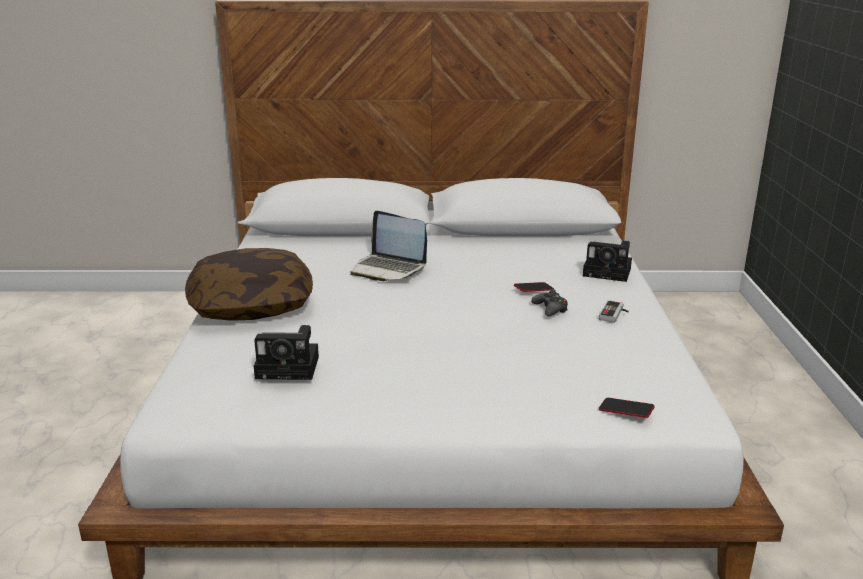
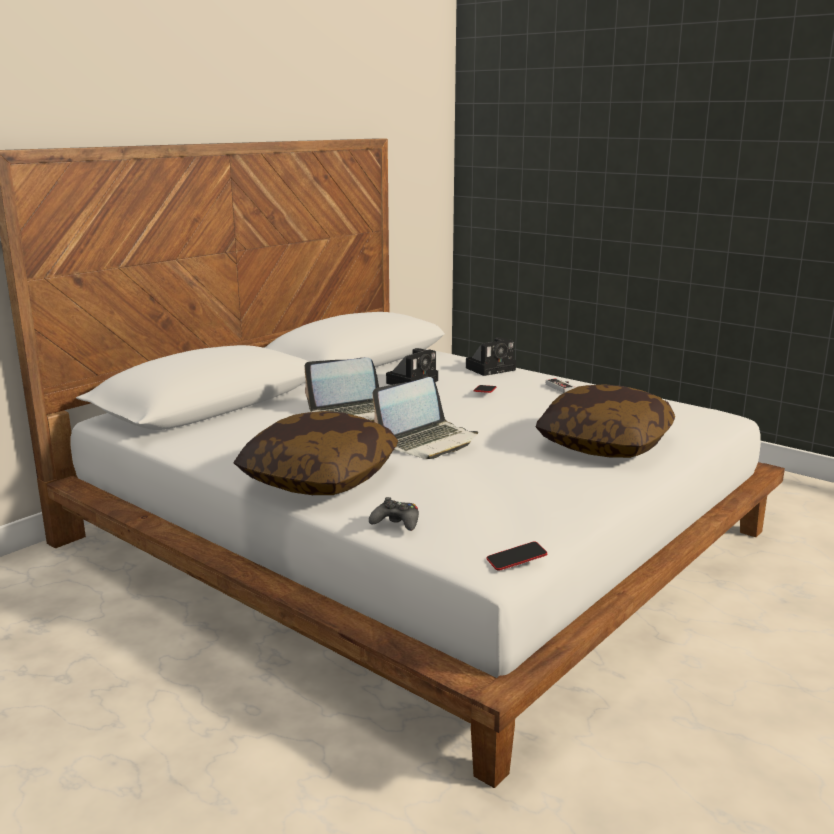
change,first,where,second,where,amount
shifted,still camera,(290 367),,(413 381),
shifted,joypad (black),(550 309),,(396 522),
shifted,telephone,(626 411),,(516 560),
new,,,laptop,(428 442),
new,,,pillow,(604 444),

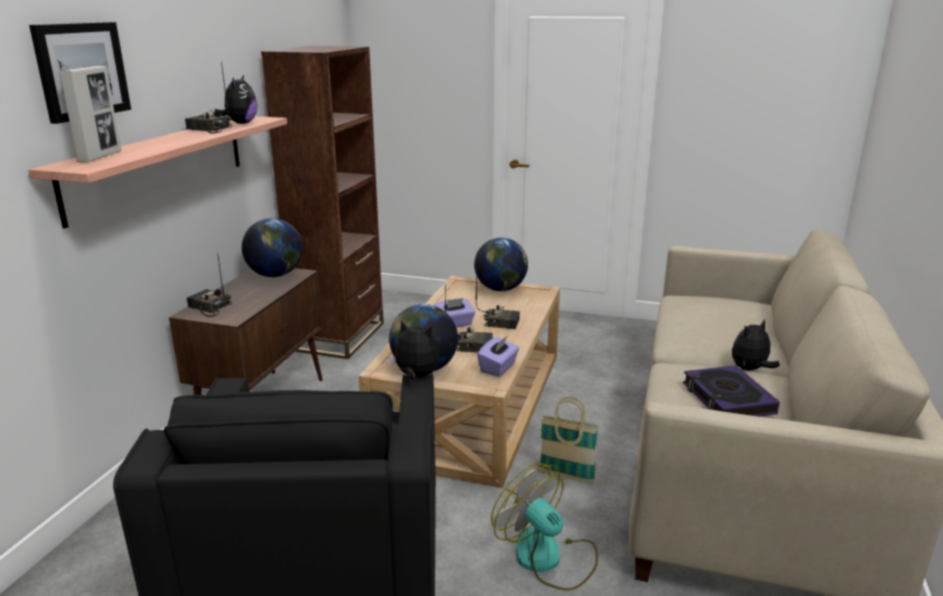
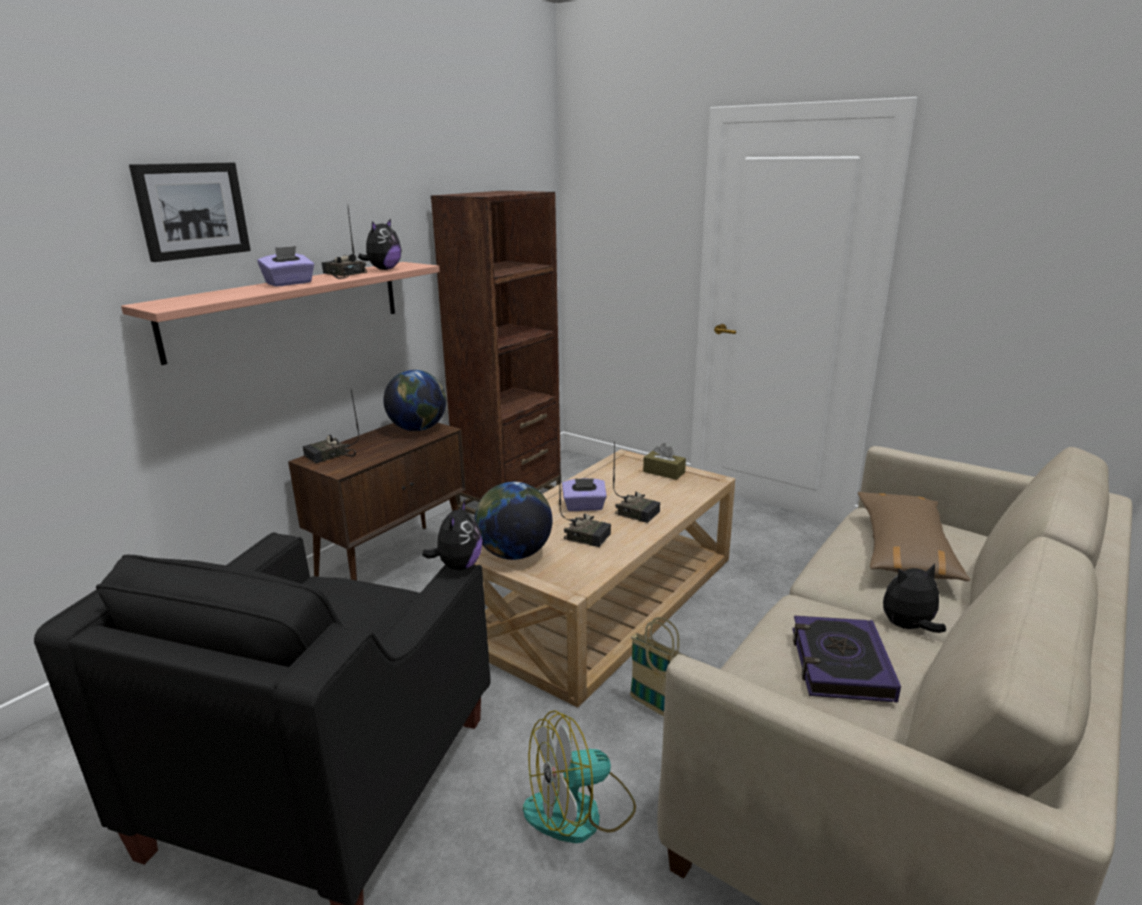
change,first,where,second,where,amount
gone,standing frame,(100 156),,,
rotated,radio set,(209 308),,(330 456),90 degrees counterclockwise
rotated,cuddly toy,(416 377),,(458 566),60 degrees clockwise
swapped,desk globe,(501 289),box of tissues (brown),(664 472),
shifted,box of tissues (purple),(498 368),,(289 283),
rotated,cooling fan,(548 558),,(580 811),90 degrees counterclockwise
new,,,pillow (brown),(904 549),

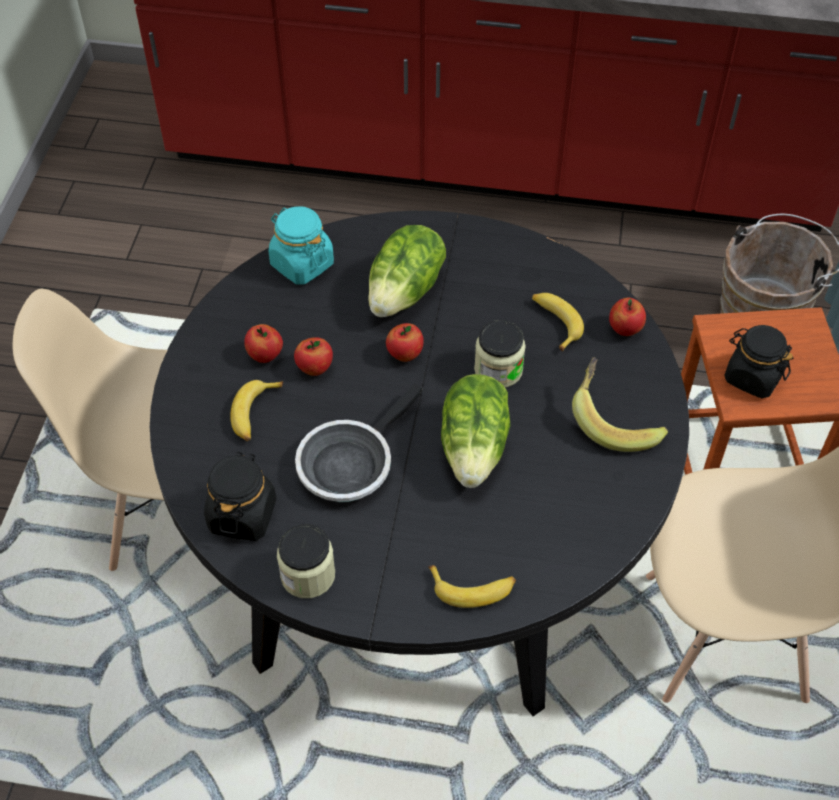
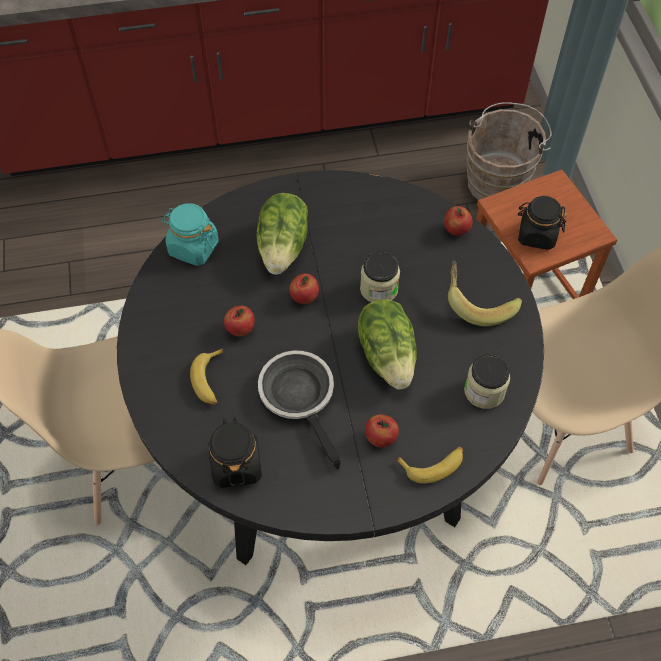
change,first,where,second,where,amount
shifted,apple fruit,(265 355),,(380 438),
shifted,jar,(308 575),,(484 391),
rotated,frying pan,(349 463),,(300 397),135 degrees clockwise
gone,banana fruit,(555 323),,,

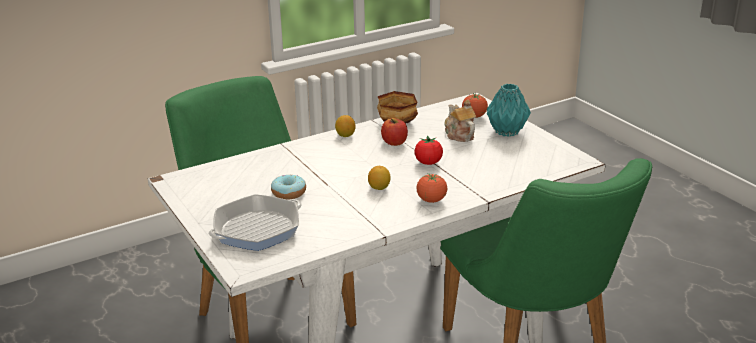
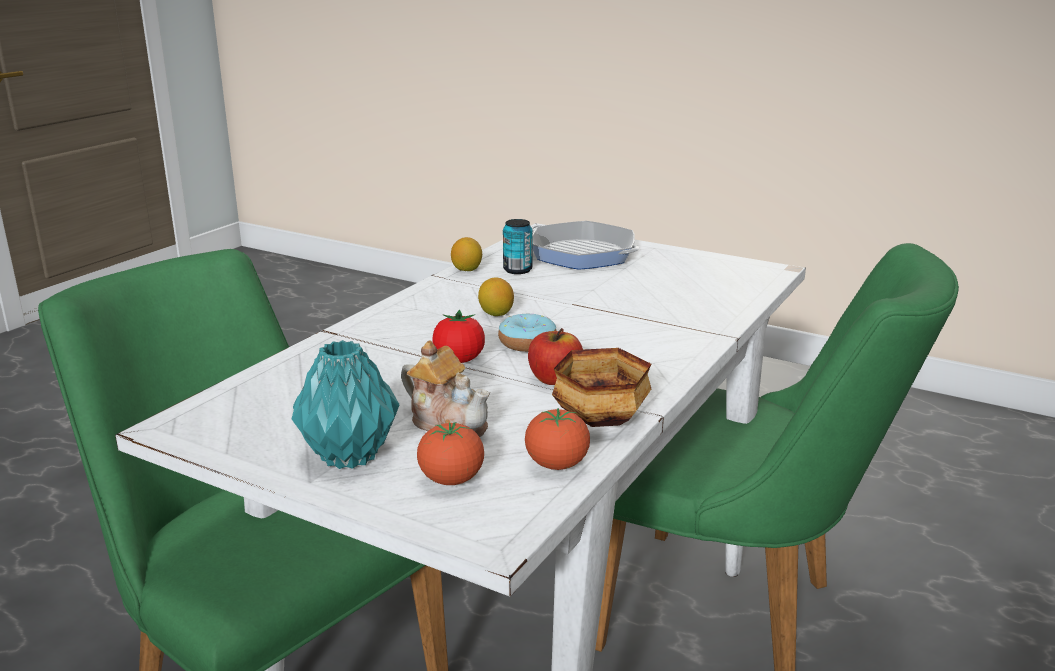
change,first,where,second,where,amount
rotated,frying pan,(257 229),,(582 254),75 degrees counterclockwise
shifted,doughnut,(289 193),,(527 343),
shifted,whole lemon,(345 135),,(467 270),
shifted,whole tomato,(431 200),,(557 465),
new,,,metal can,(517 270),

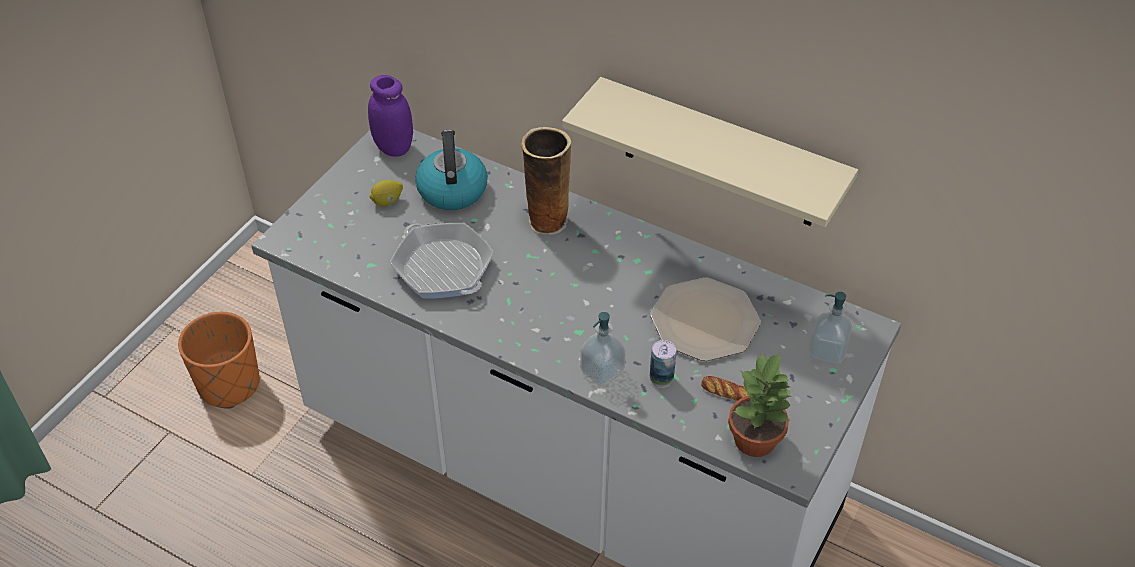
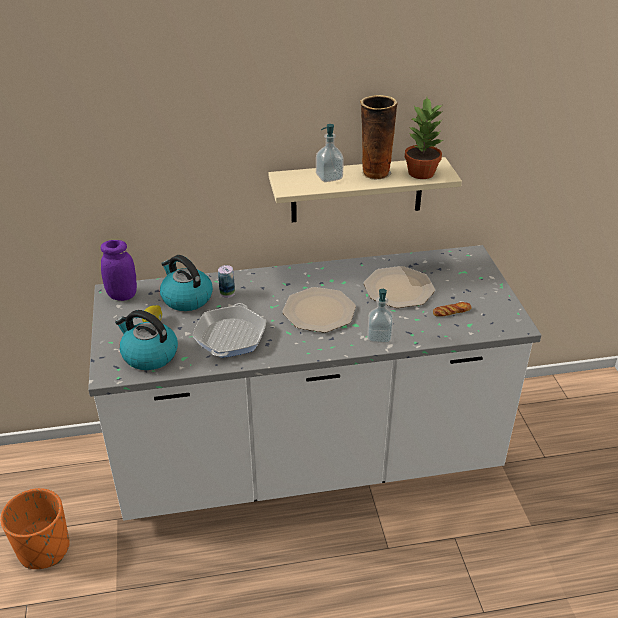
change,first,where,second,where,amount
rotated,frying pan,(443 268),,(230 337),90 degrees counterclockwise
shifted,flower vase,(546 220),,(374 173),
shifted,metal can,(661 378),,(227 293),
shifted,houseplant,(756 440),,(422 172),
shifted,soap bottle,(827 351),,(329 177),
new,,,tea kettle,(149 355),
new,,,plate,(320 311),

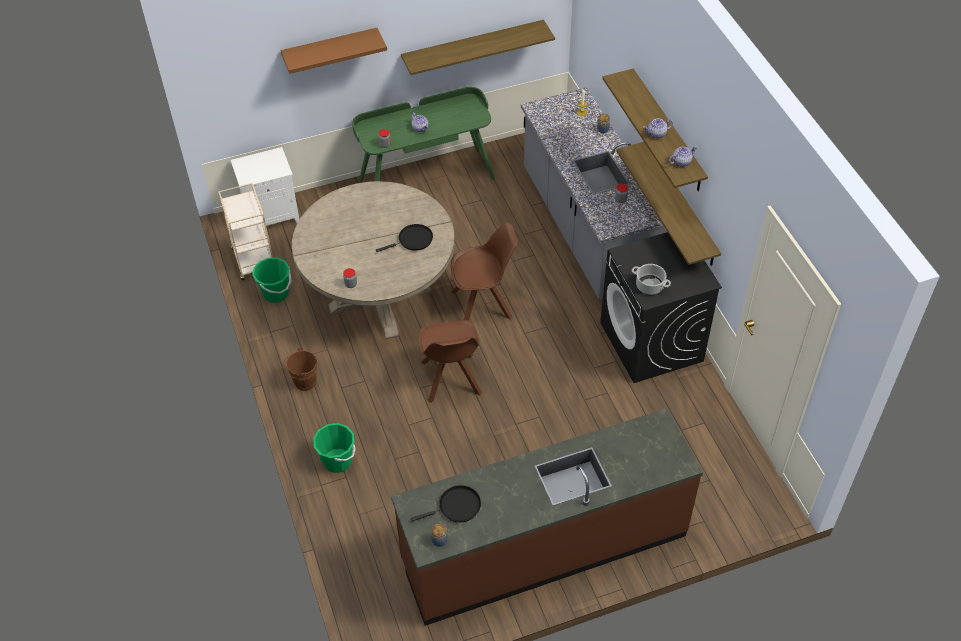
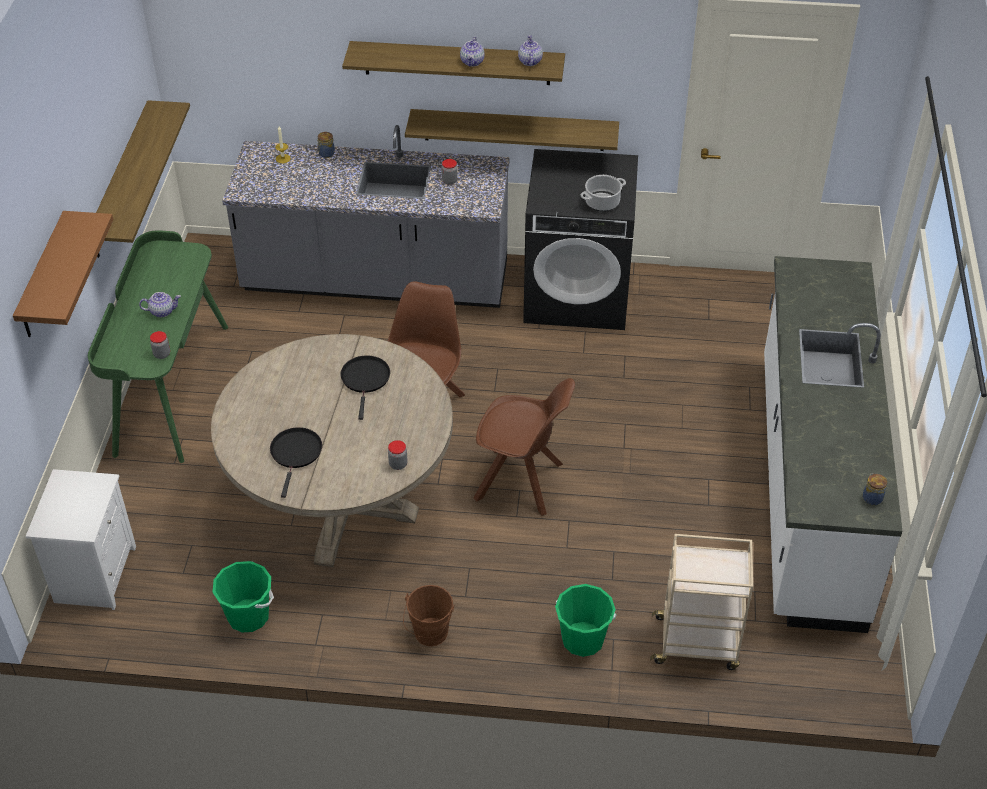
change,first,where,second,where,amount
shifted,wheeled cart (beige-coloured),(254 261),,(697 643),
repainted,counter (brown),(544 548),counter (whitish),(807 487),
shifted,frying pan (black),(457 507),,(296 454),

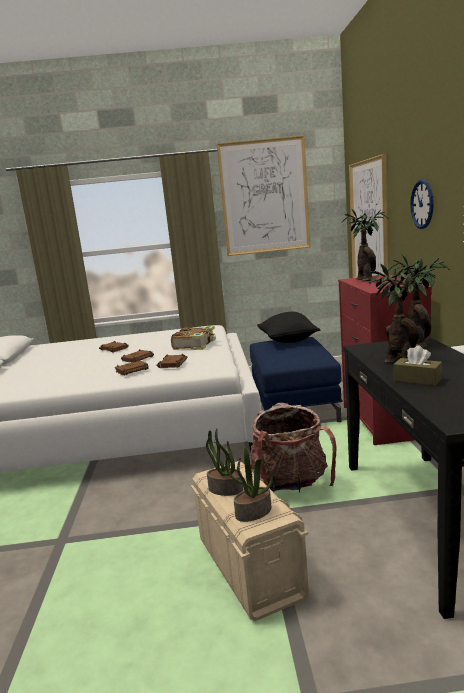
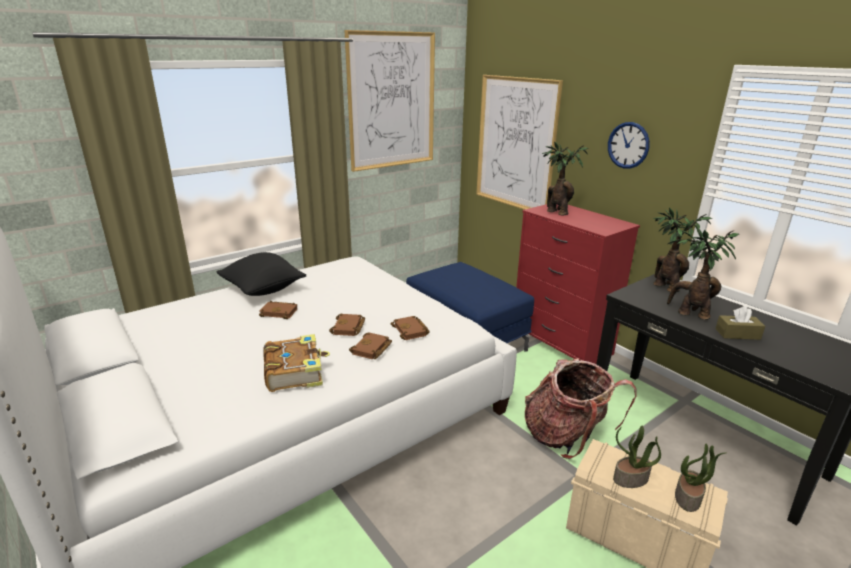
change,first,where,second,where,amount
shifted,book,(195 345),,(295 371),
shifted,pillow (black),(288 341),,(263 290),

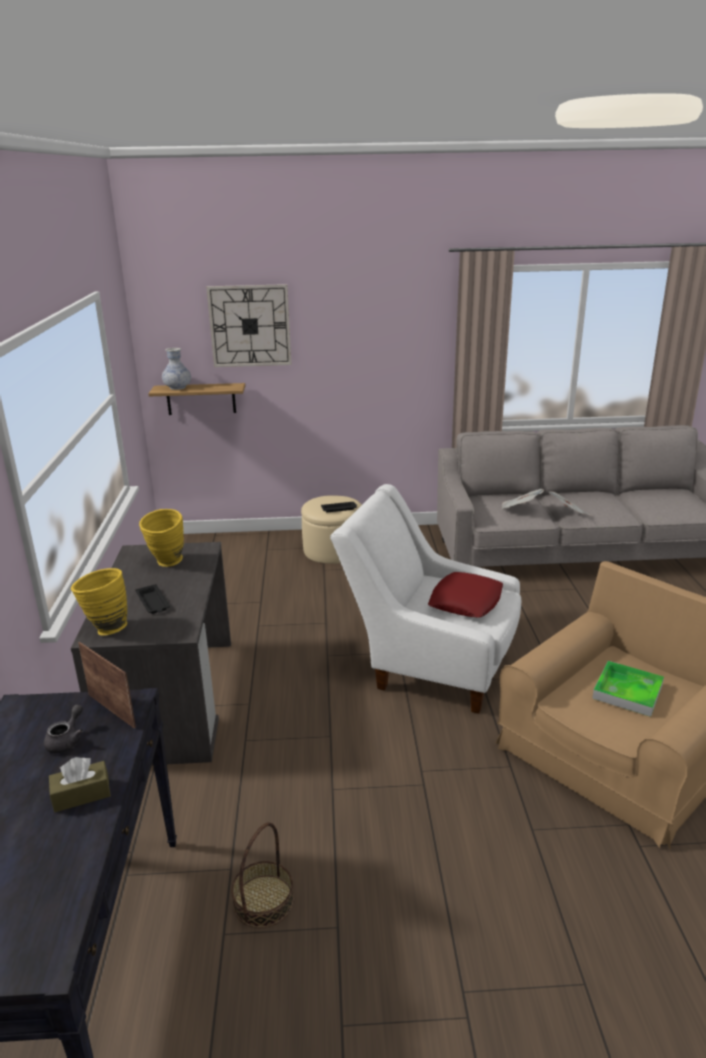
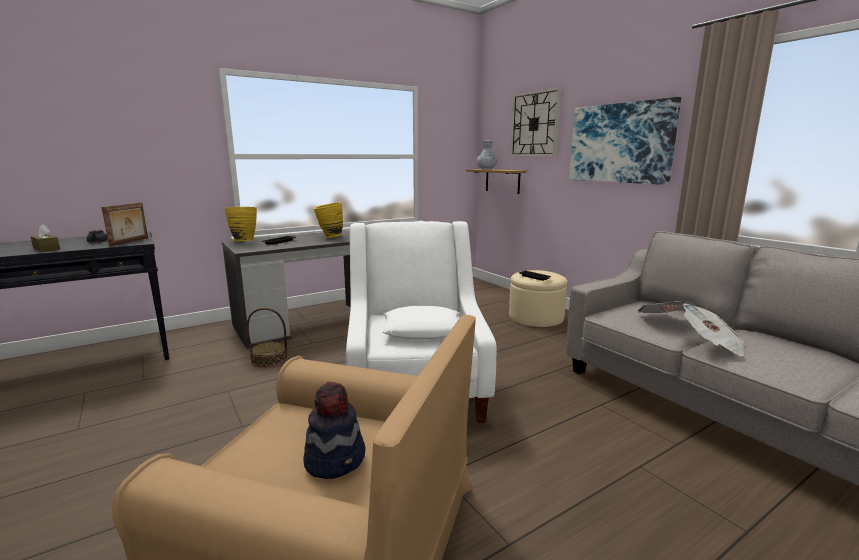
change,first,where,second,where,amount
shifted,basket,(263 900),,(269 359),
repainted,pillow (red-coloured),(465 601),pillow (whitish),(422 330),
swapped,tray,(627 692),wearable hat,(336 459),
new,,,wall picture,(620 143),

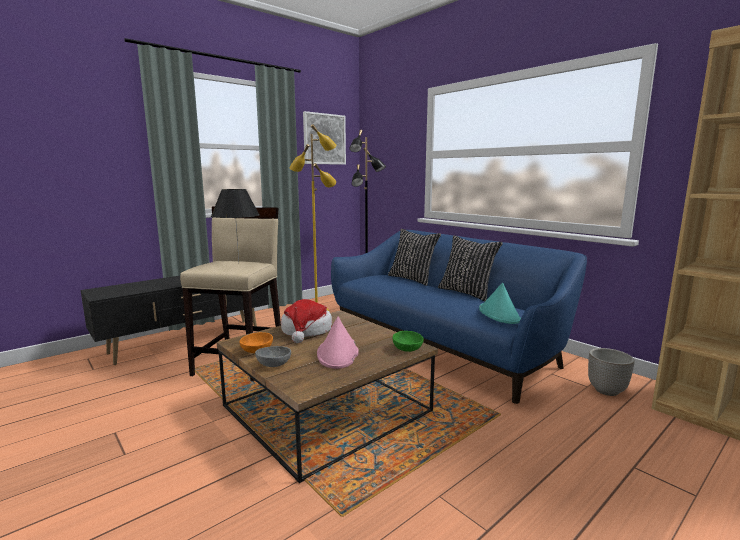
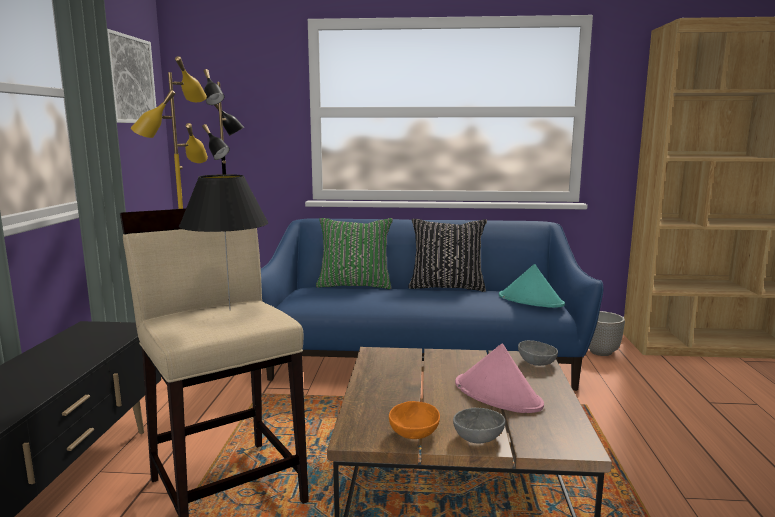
change,first,where,second,where,amount
gone,wearable hat,(306 331),,,
repainted,pillow (black),(412 279),pillow (green),(355 285),
repainted,serving bowl (green),(408 349),serving bowl (greyish),(537 363),

